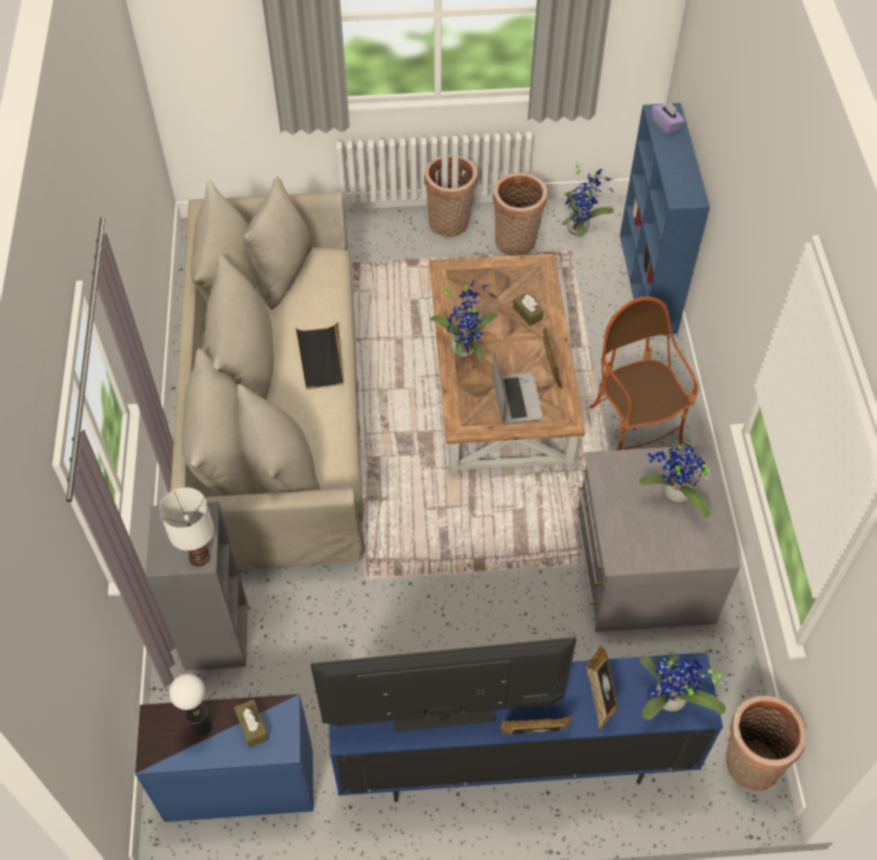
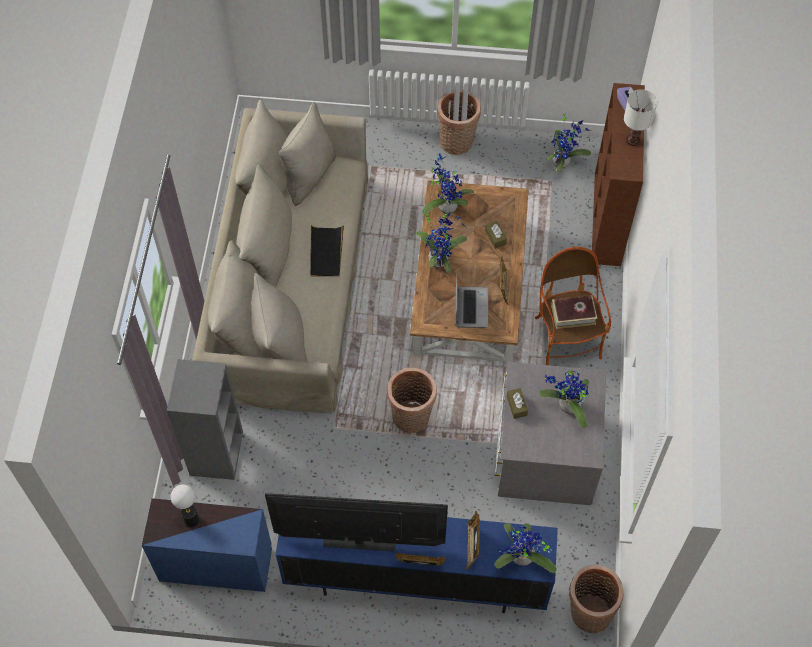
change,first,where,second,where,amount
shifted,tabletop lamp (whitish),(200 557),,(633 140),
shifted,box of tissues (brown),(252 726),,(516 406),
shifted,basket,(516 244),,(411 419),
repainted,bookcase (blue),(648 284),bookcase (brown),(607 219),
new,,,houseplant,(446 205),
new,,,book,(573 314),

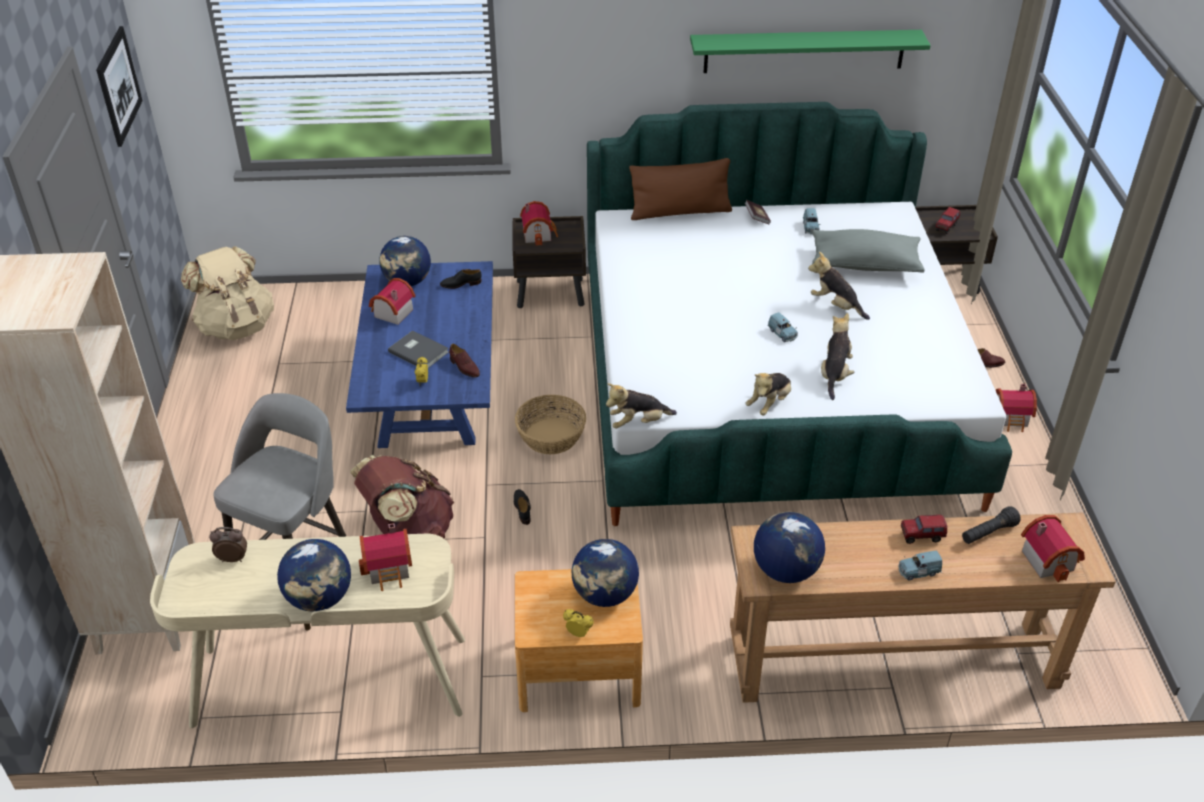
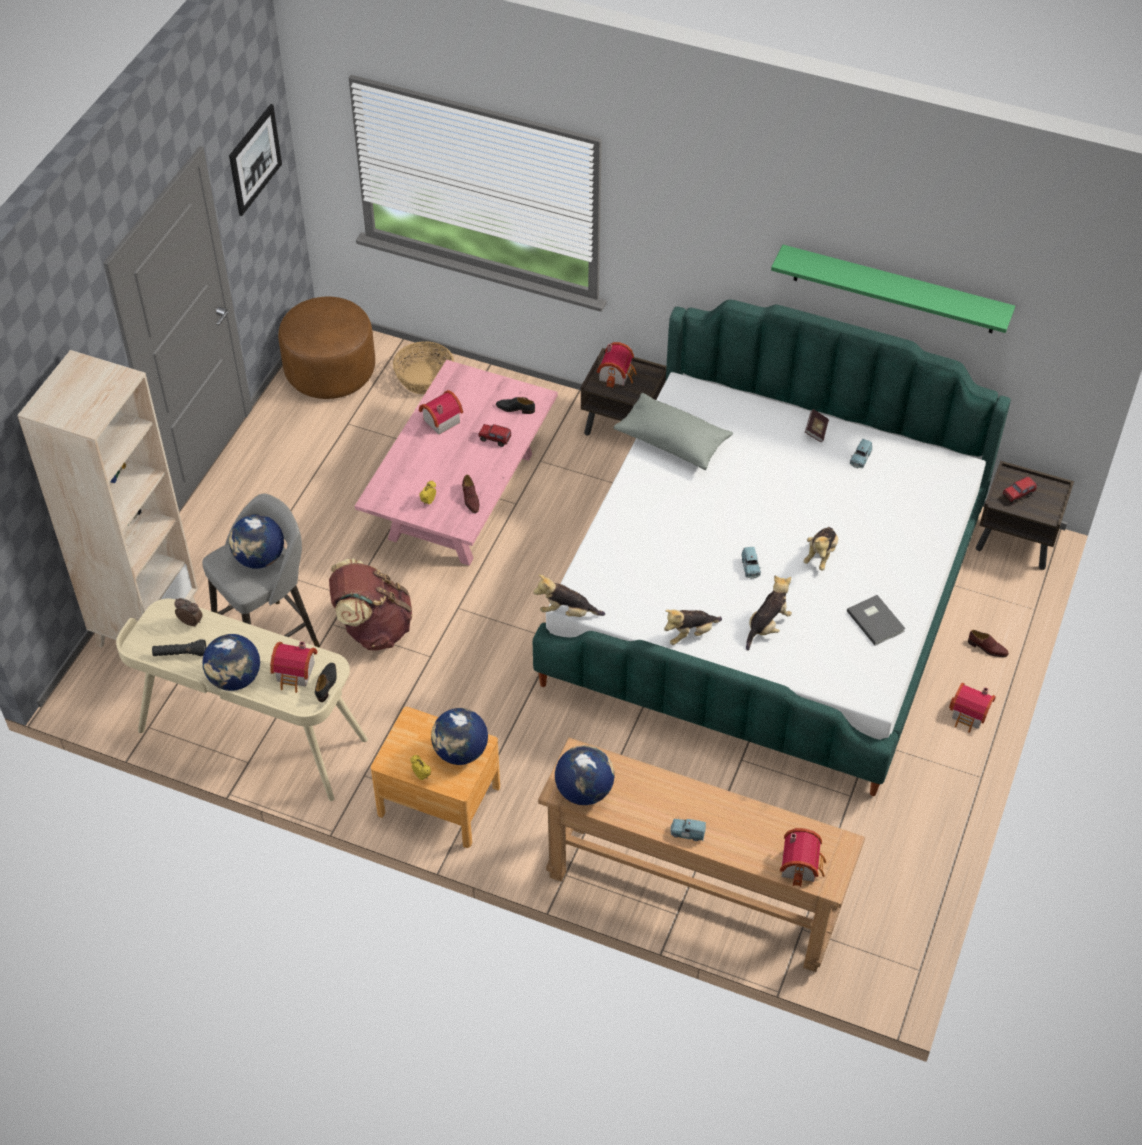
change,first,where,second,where,amount
swapped,rucksack (beige-coloured),(236 326),ottoman (brown),(330 371),
repainted,lounge table (blue),(431 390),lounge table (pinkish),(462 496),
shifted,desk globe,(407 282),,(259 559),
shifted,book (greyish),(419 351),,(876 620),
shifted,shoe (black),(522 508),,(327 684),
shifted,basket,(551 436),,(424 378),
gone,pillow (brown),(680 212),,,
rotated,cuddly toy,(836 306),,(821 555),135 degrees counterclockwise
shifted,pillow (greyish),(864 264),,(672 441),
shifted,model truck,(921 537),,(495 440),
shifted,hand torch (black),(988 533),,(180 654),

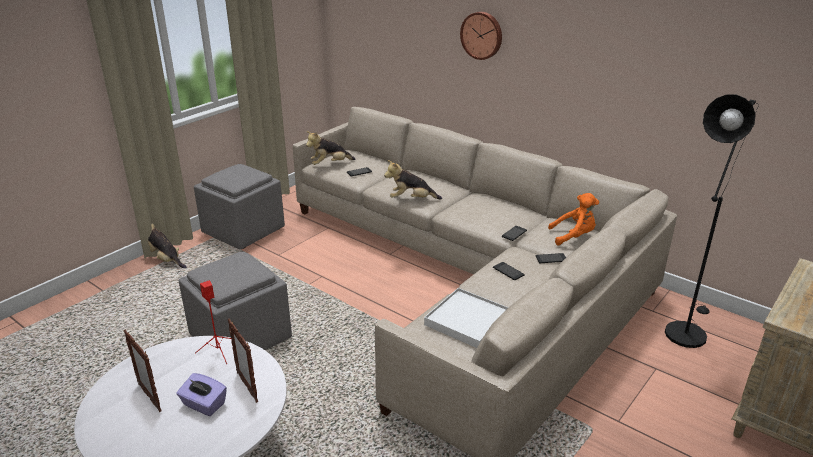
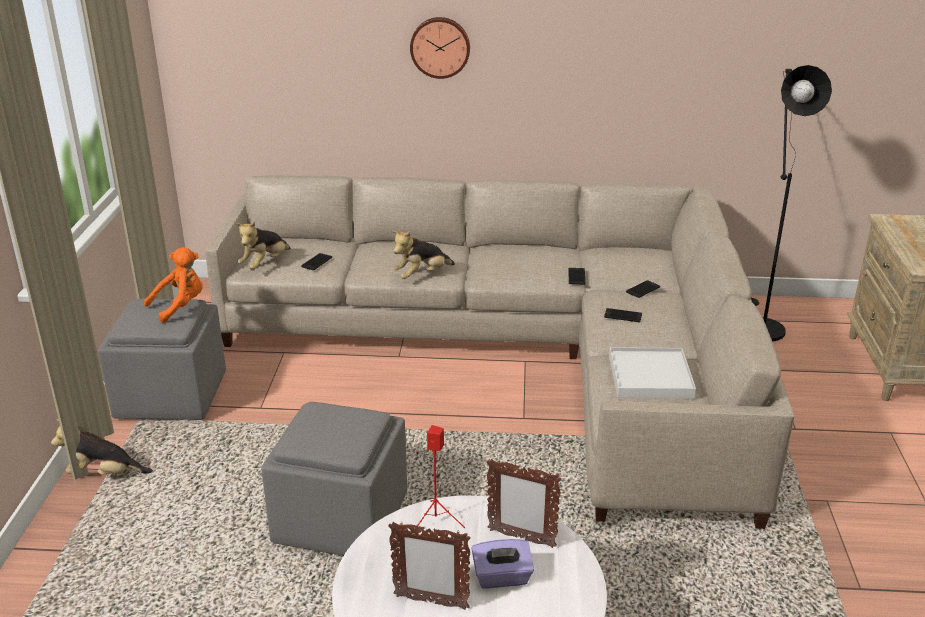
change,first,where,second,where,amount
shifted,cuddly toy (orange),(574 236),,(180 306),

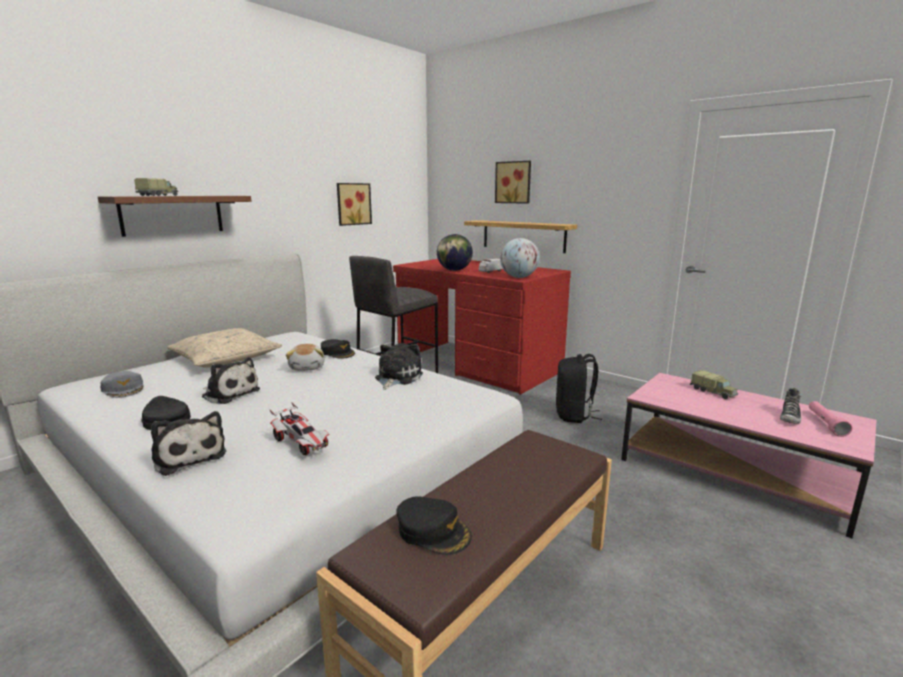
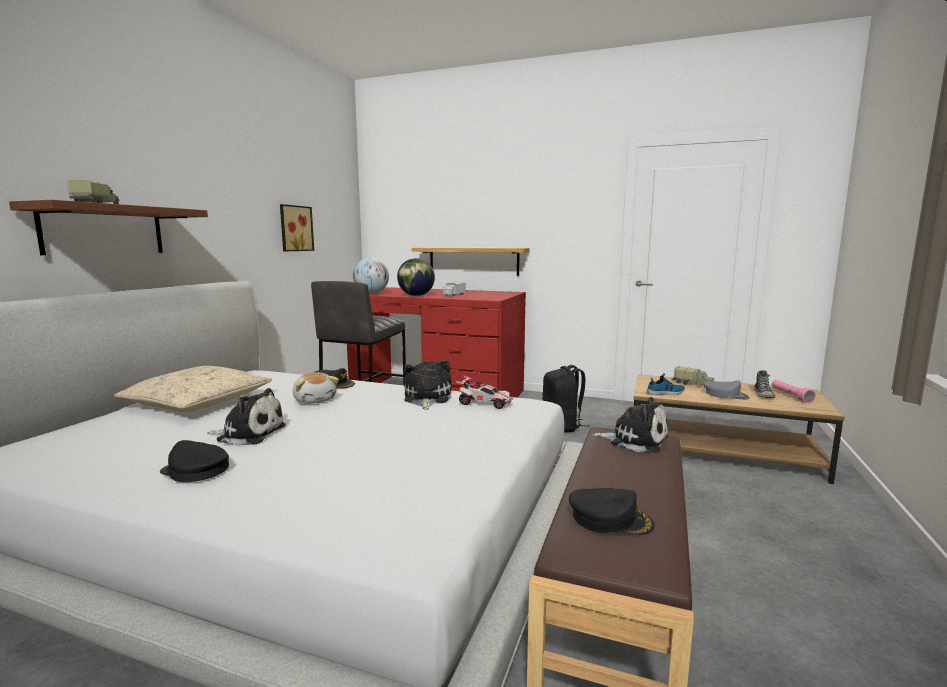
change,first,where,second,where,amount
shifted,peaked cap (greyish),(124 389),,(725 395),
shifted,cuddly toy,(189 456),,(635 440),
shifted,toy car,(301 443),,(484 404),
gone,wall picture,(514 182),,,
shifted,desk globe,(518 277),,(371 294),
repainted,lounge table (pinkish),(734 472),lounge table (brown),(721 451),
new,,,shoe,(666 393),

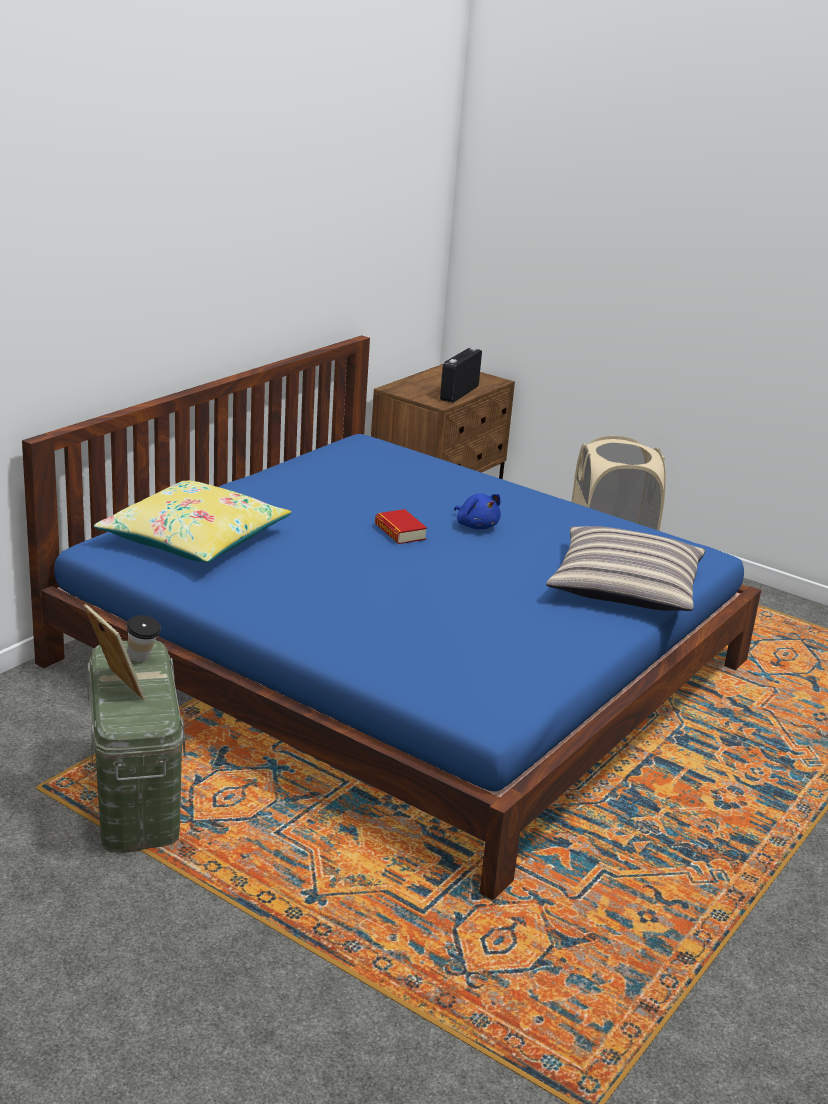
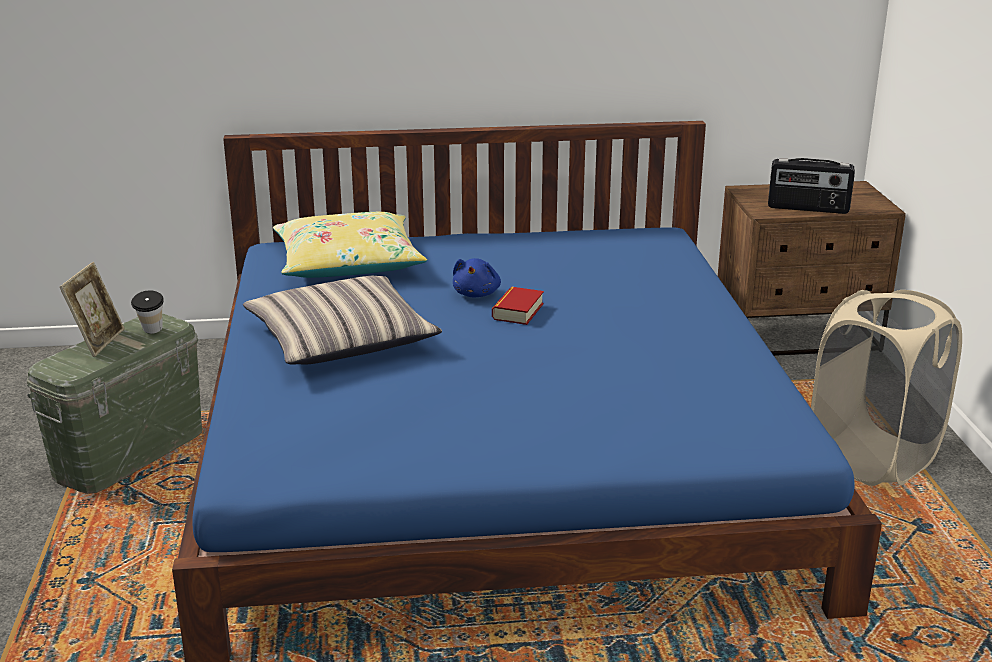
change,first,where,second,where,amount
rotated,radio set,(458 393),,(808 208),150 degrees counterclockwise
shifted,cuddly toy (blue),(476 526),,(477 294),
shifted,pillow,(625 586),,(342 340),

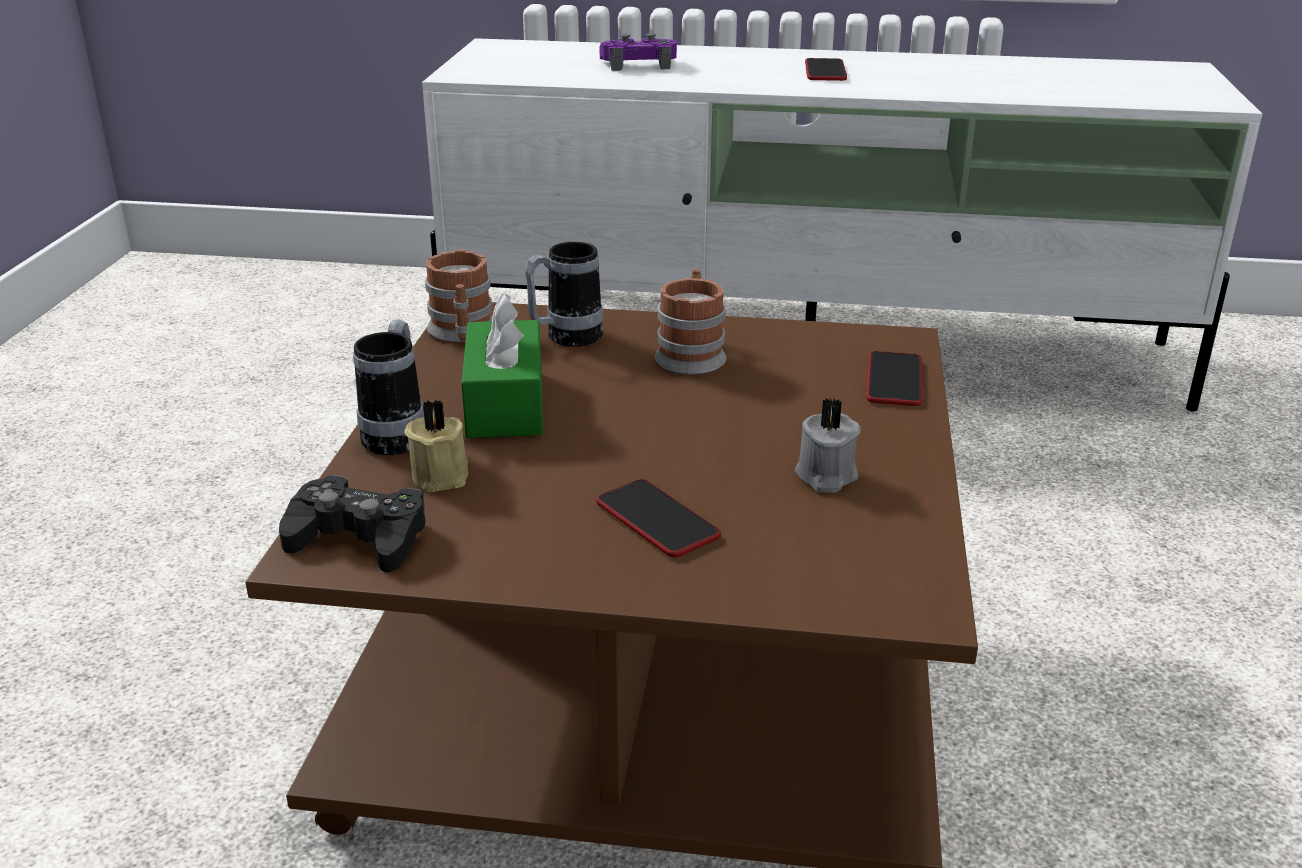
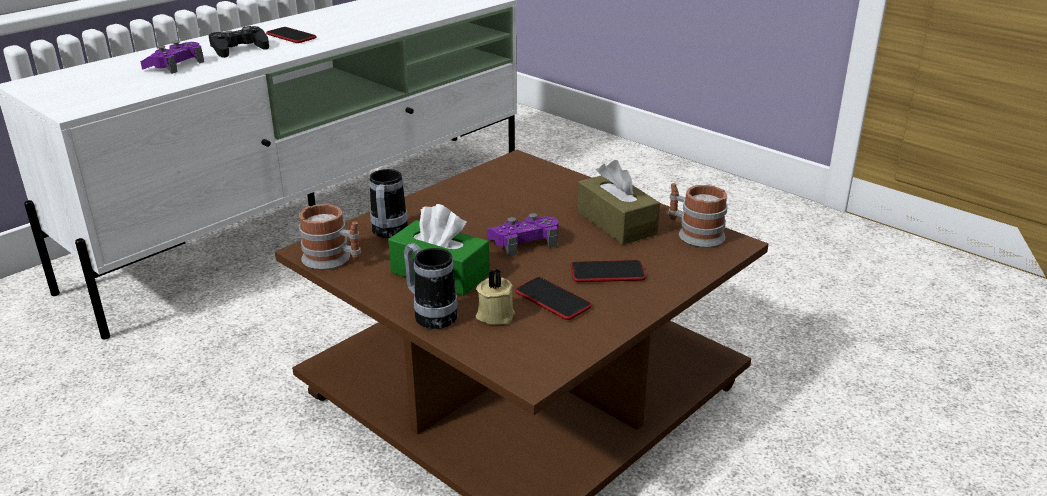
change,first,where,second,where,amount
shifted,joypad (black),(358 538),,(239 49),
shifted,tea mug,(691 354),,(694 234),
swapped,wax light (greyish),(825 476),box of tissues (brown),(616 223),
shifted,telephone,(894 380),,(552 300),
new,,,joypad (purple),(524 241),

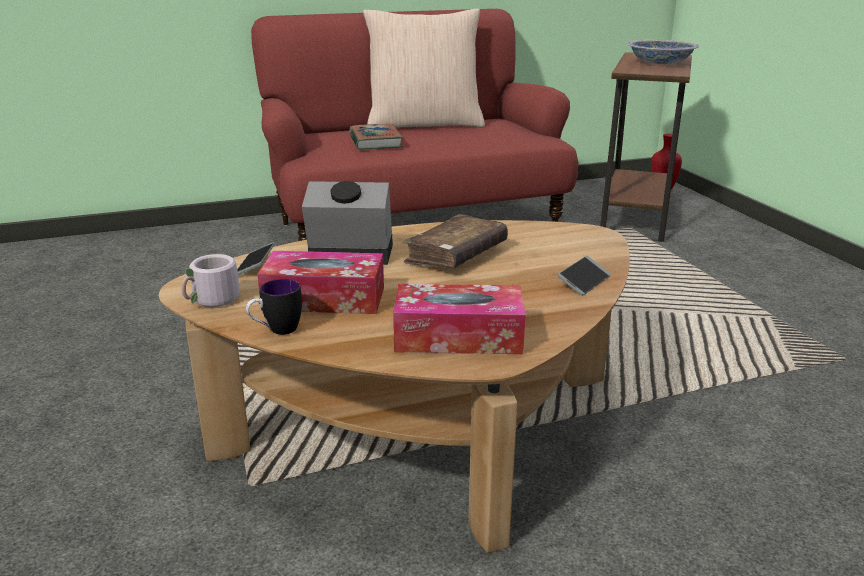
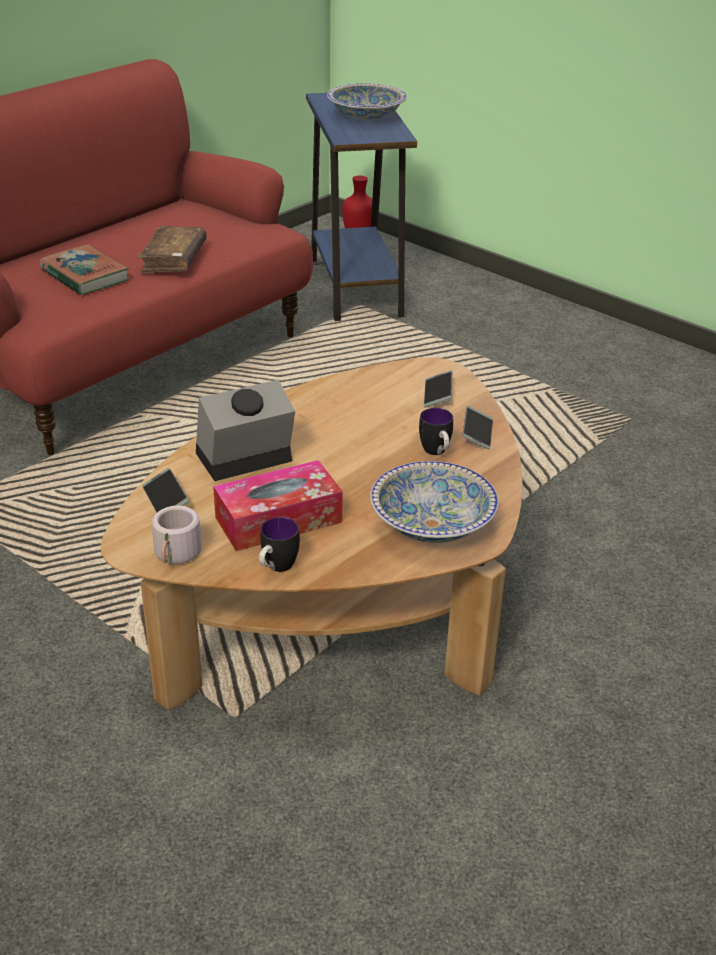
change,first,where,second,where,amount
gone,pillow (beige-coloured),(424 124),,,
swapped,box of tissues,(458 337),serving bowl,(432 525),
shifted,book (brown),(456 255),,(174 260),
repainted,accent table (brown),(636 218),accent table (blue),(355 288),
new,,,tea mug,(436 453),
new,,,telephone,(437 394),

